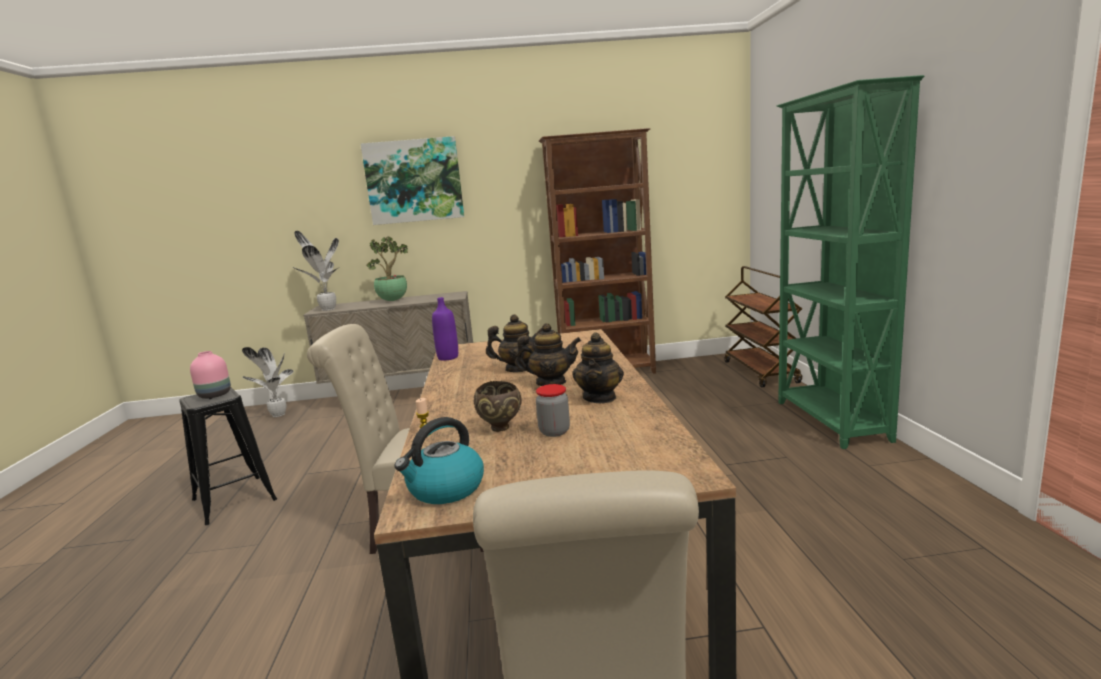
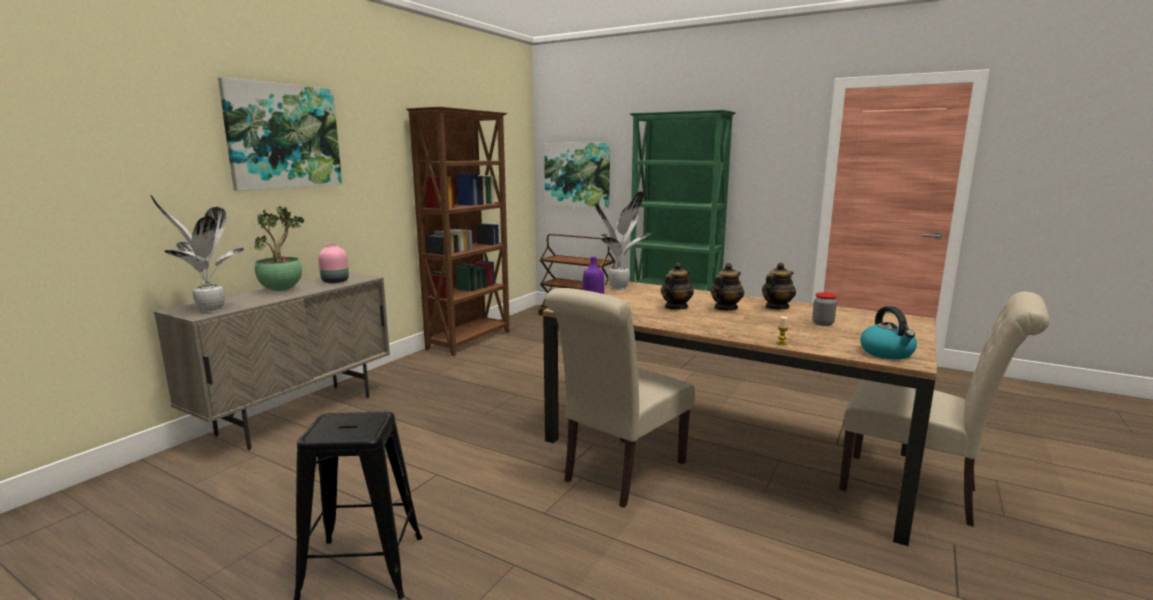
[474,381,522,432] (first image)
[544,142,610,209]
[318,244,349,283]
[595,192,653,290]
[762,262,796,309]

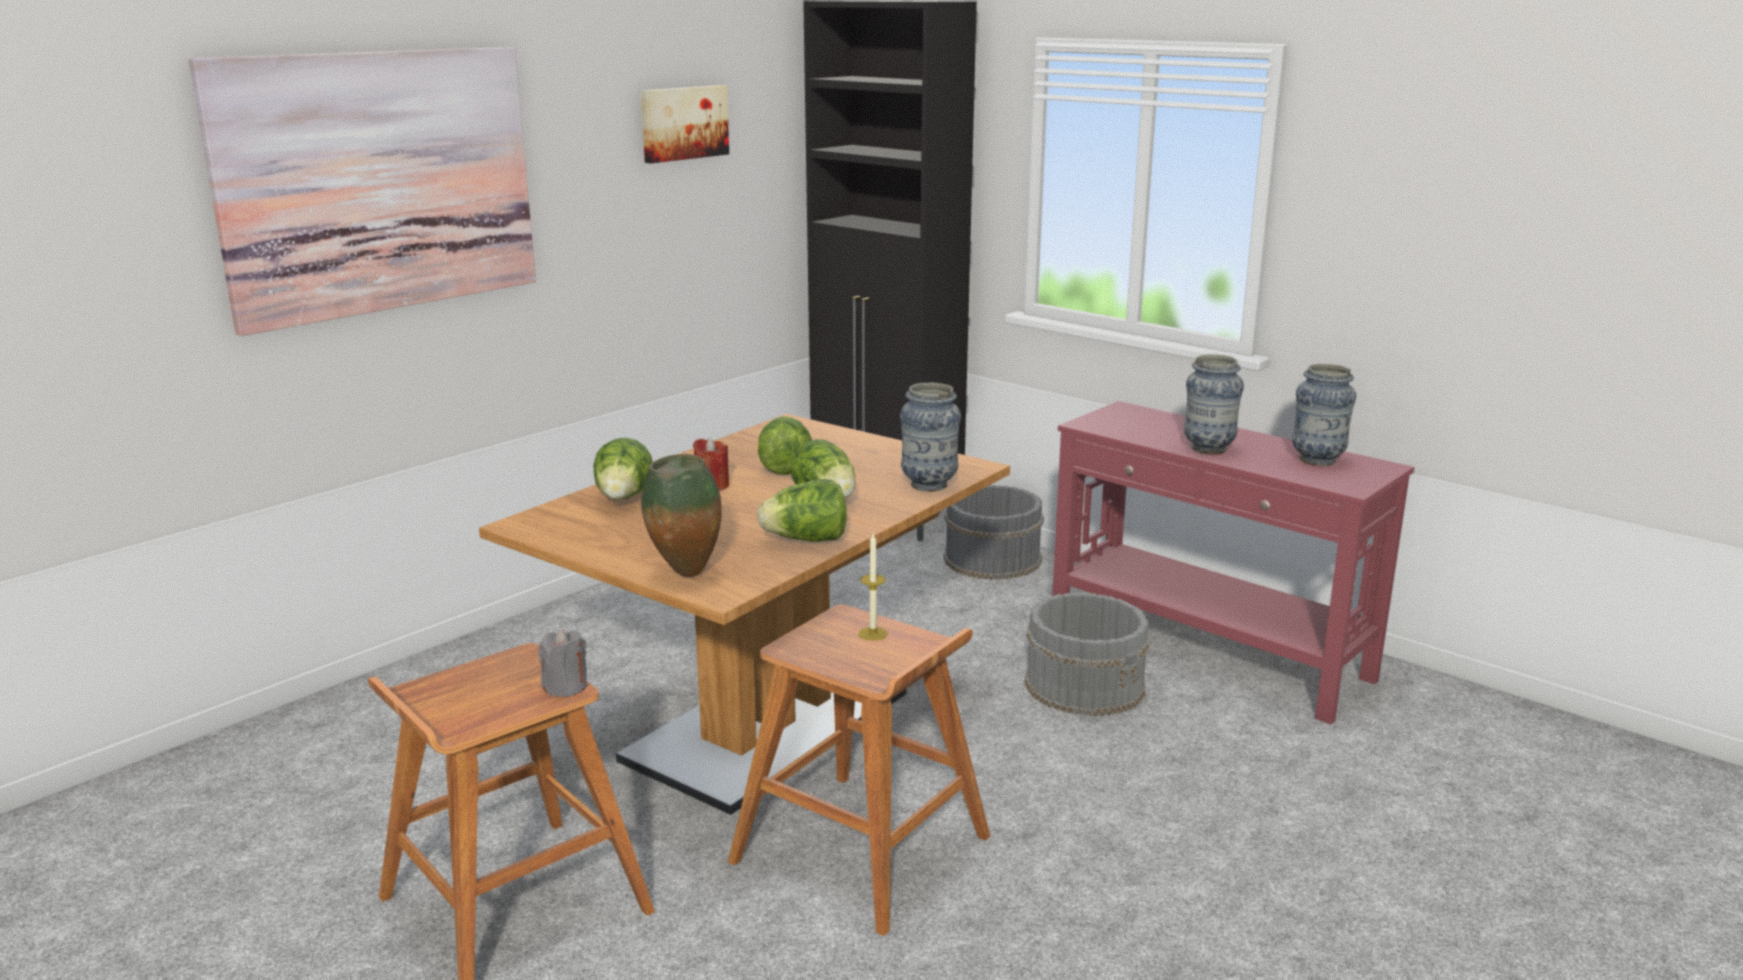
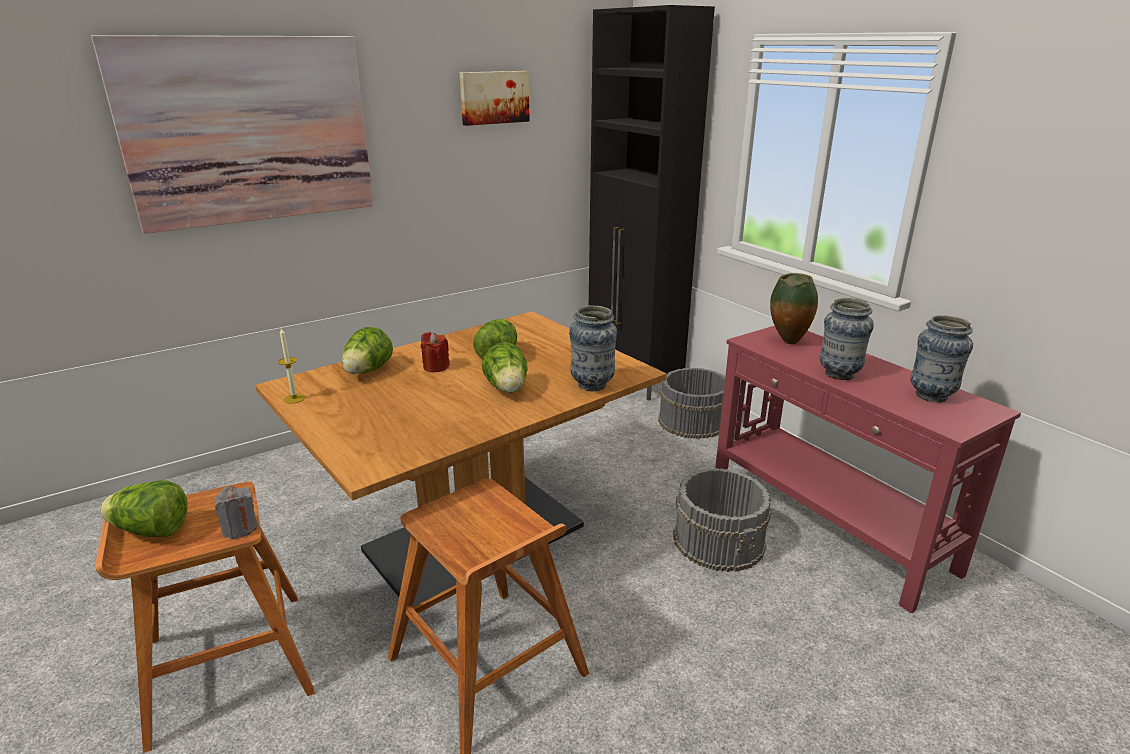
[770,273,818,344]
[100,481,188,537]
[278,328,305,404]

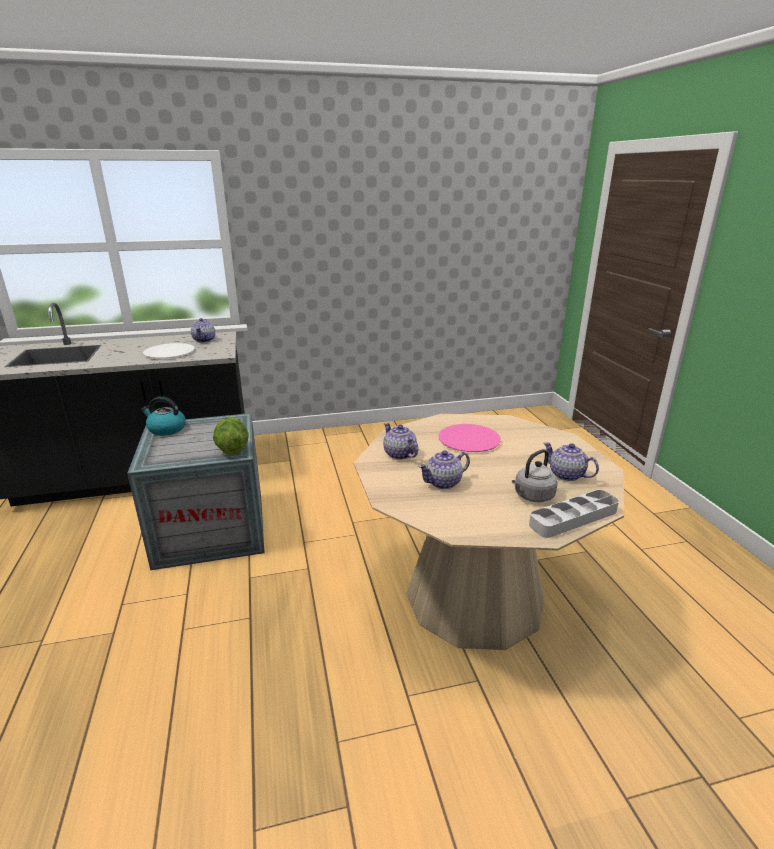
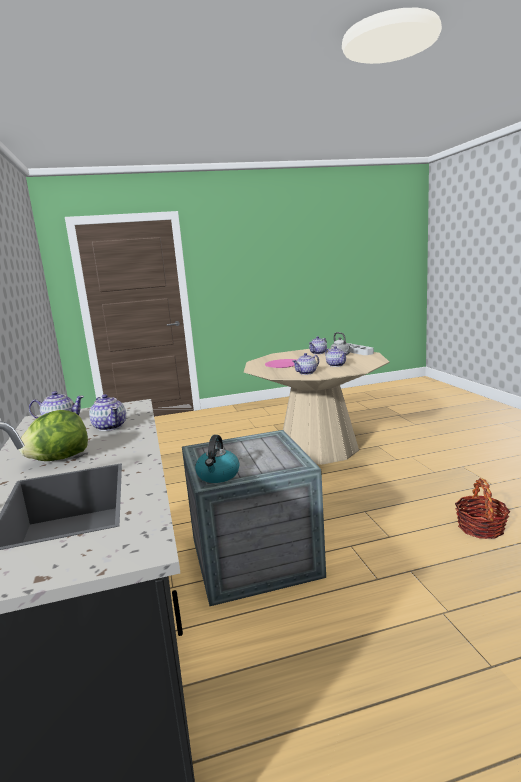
[455,478,510,539]
[19,410,88,461]
[89,394,126,431]

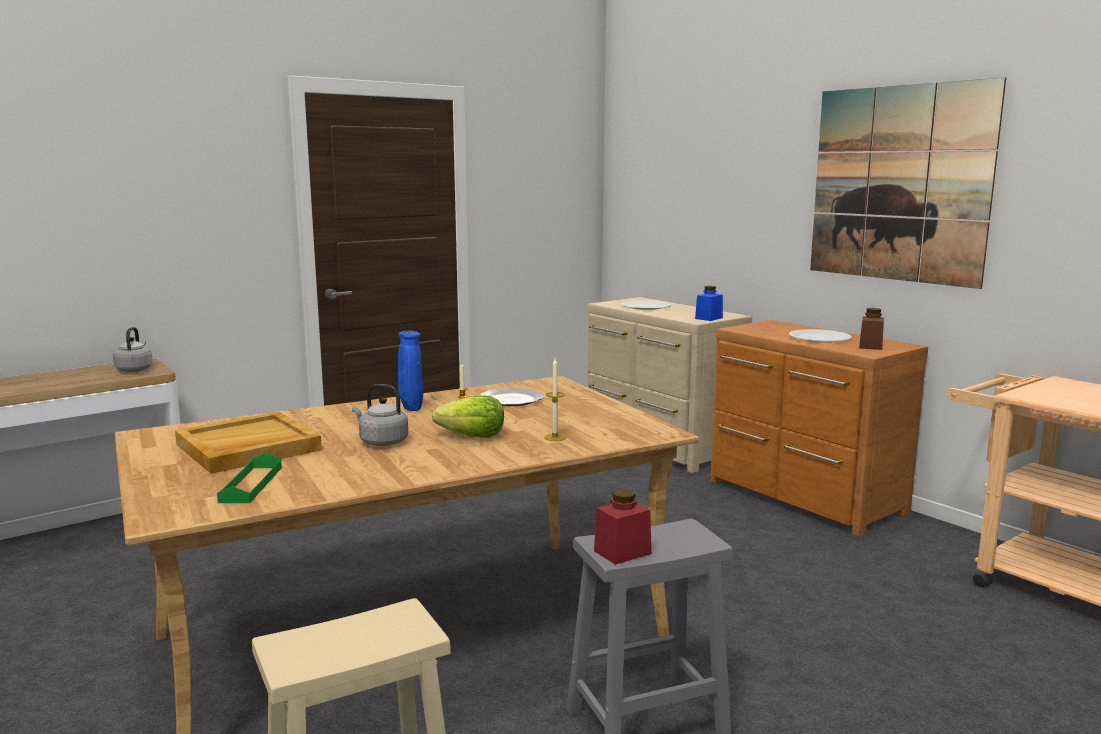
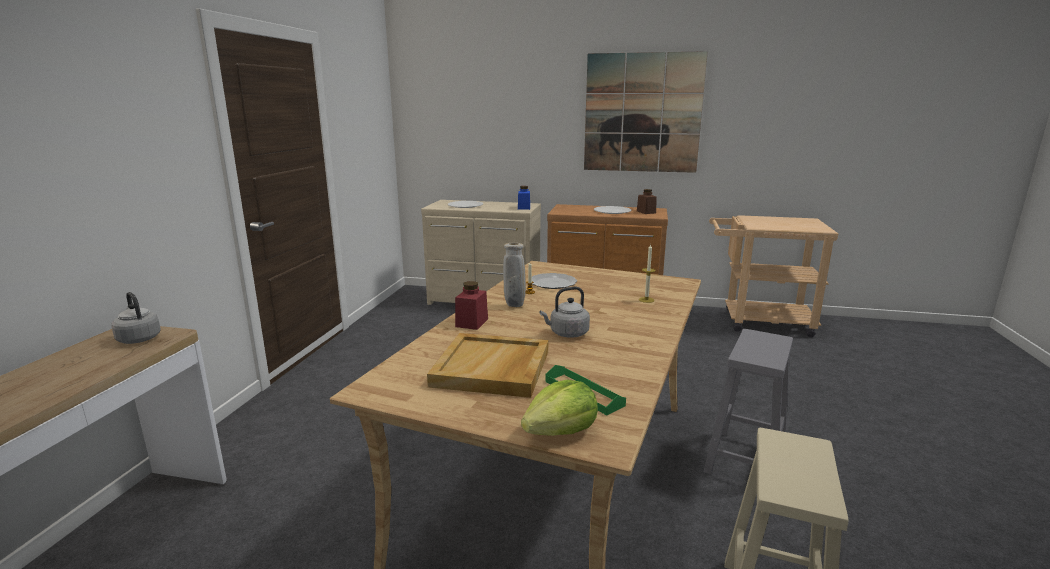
[521,380,598,436]
[455,281,488,330]
[503,243,526,307]

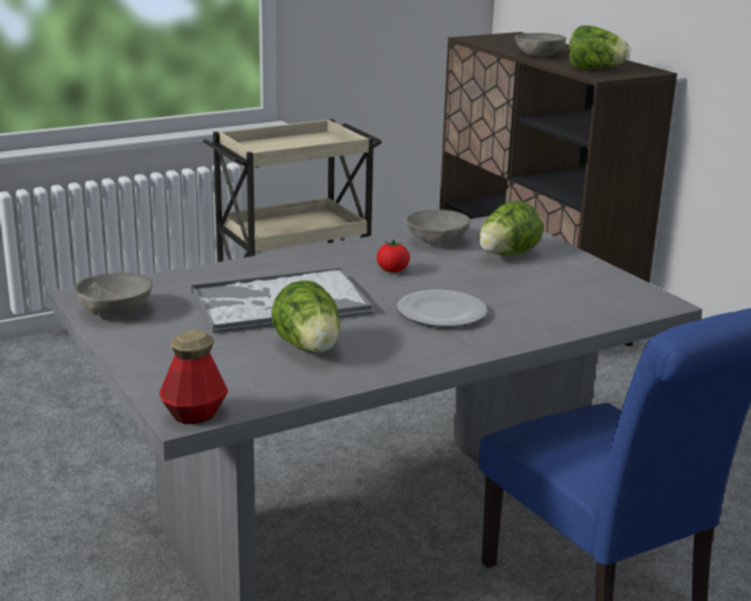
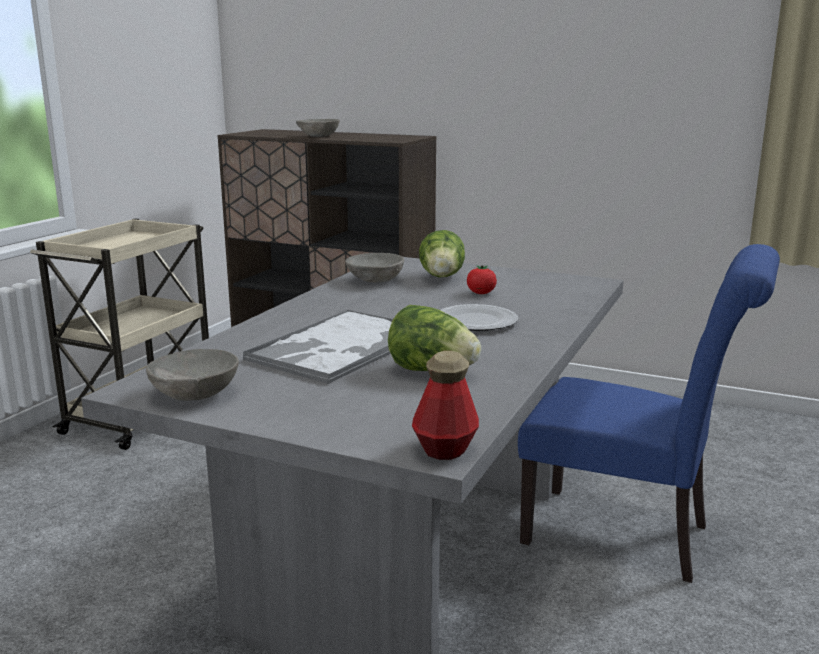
[569,26,630,70] (first image)
[467,265,497,294]

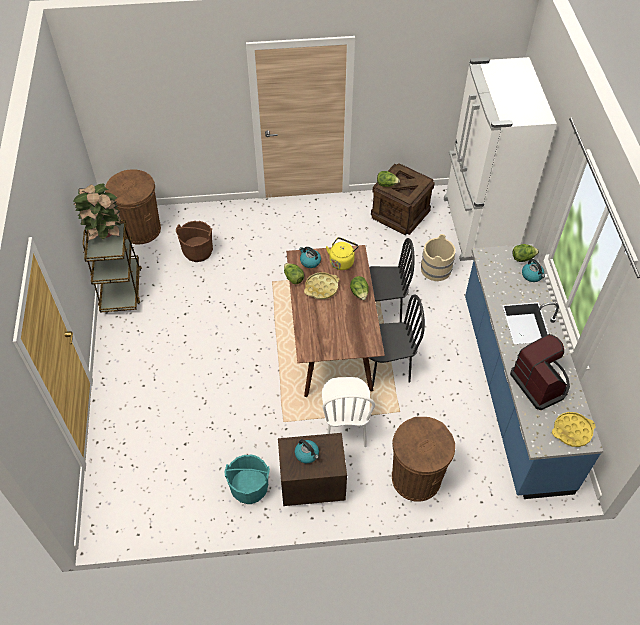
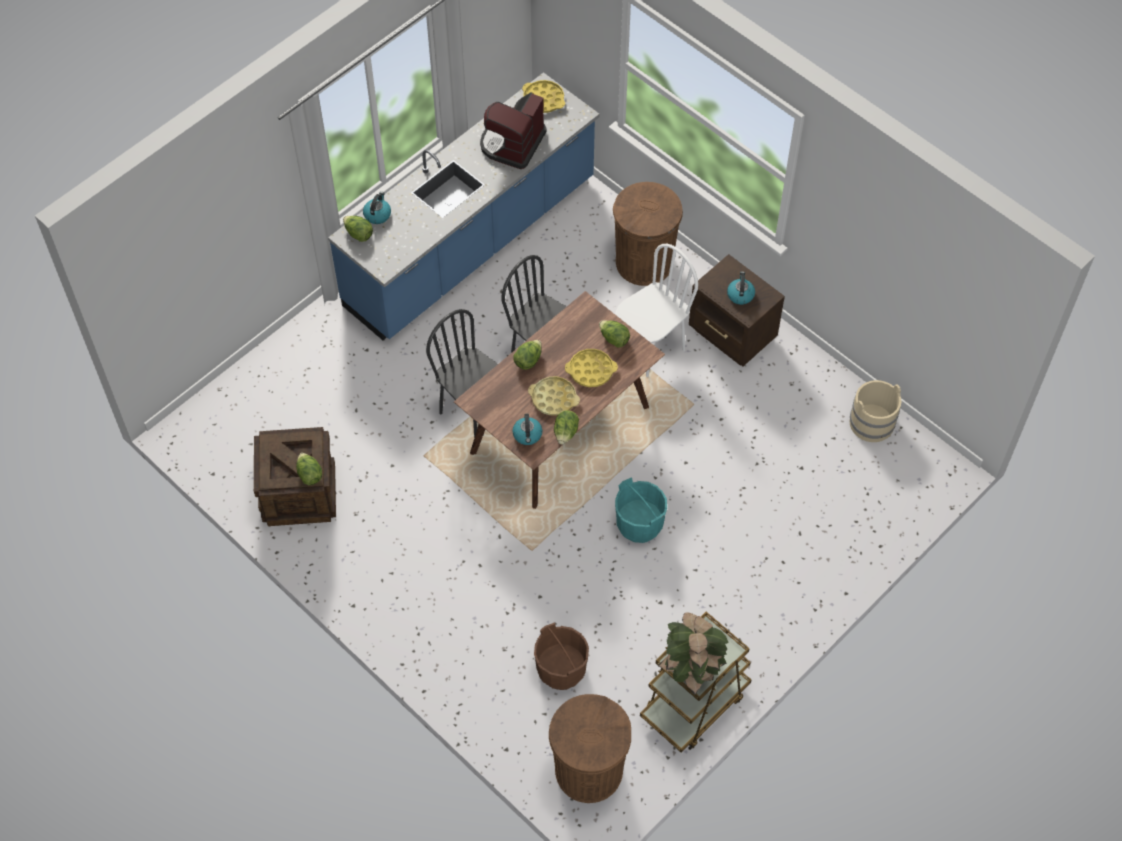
[326,237,358,270] (first image)
[444,57,557,261] (first image)
[565,349,618,387]
[599,320,630,348]
[615,477,667,543]
[850,380,901,442]

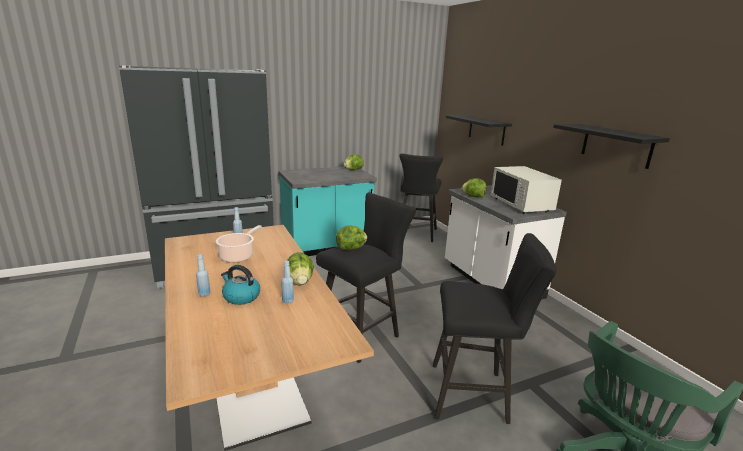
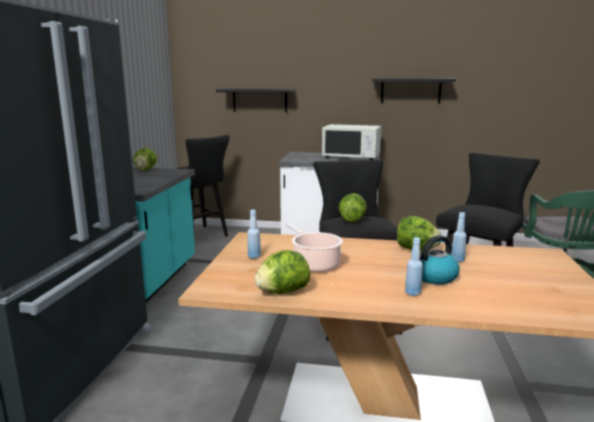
[255,250,310,294]

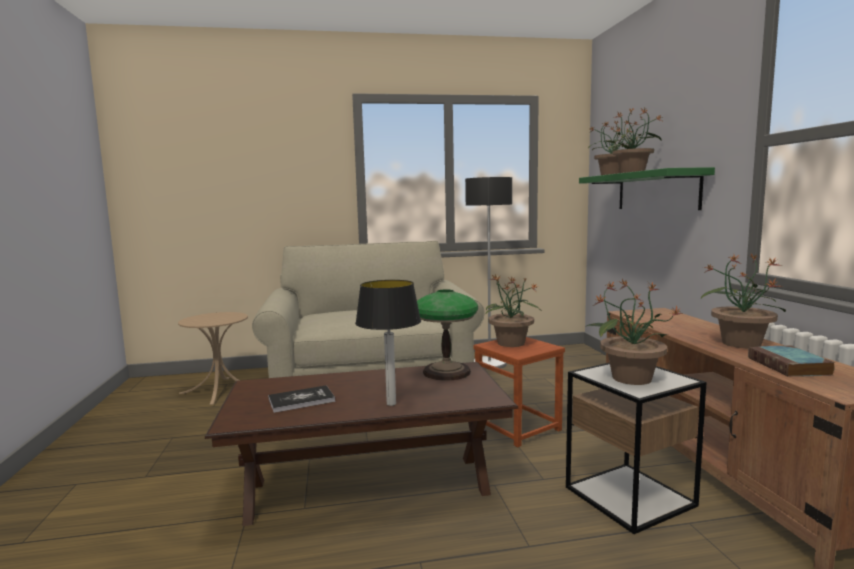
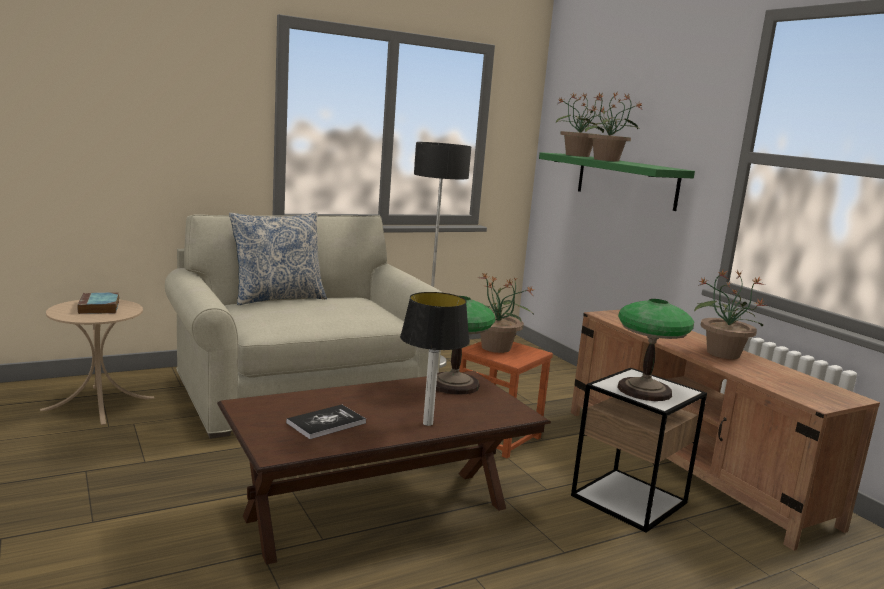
[229,212,327,305]
[77,293,119,314]
[618,299,694,401]

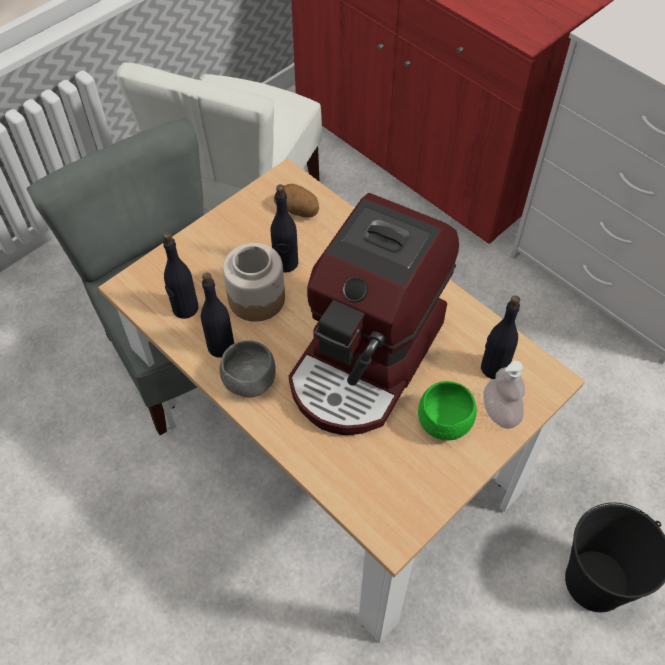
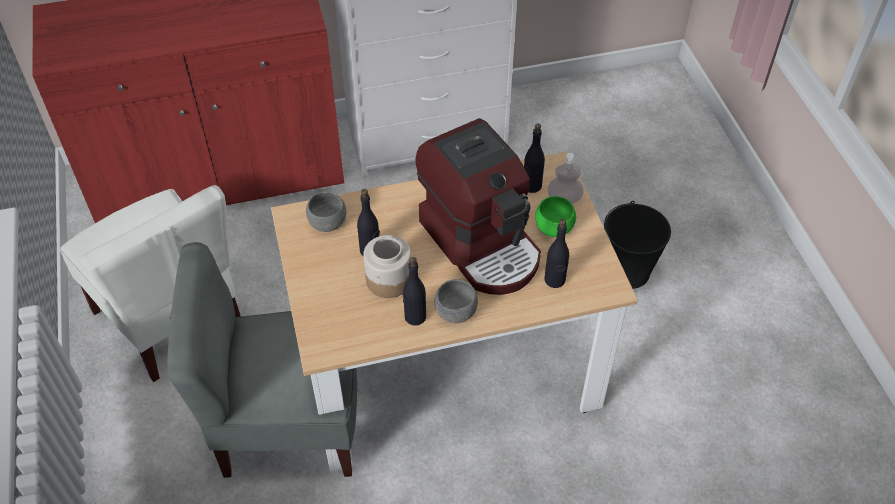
[544,219,569,288]
[306,191,346,232]

